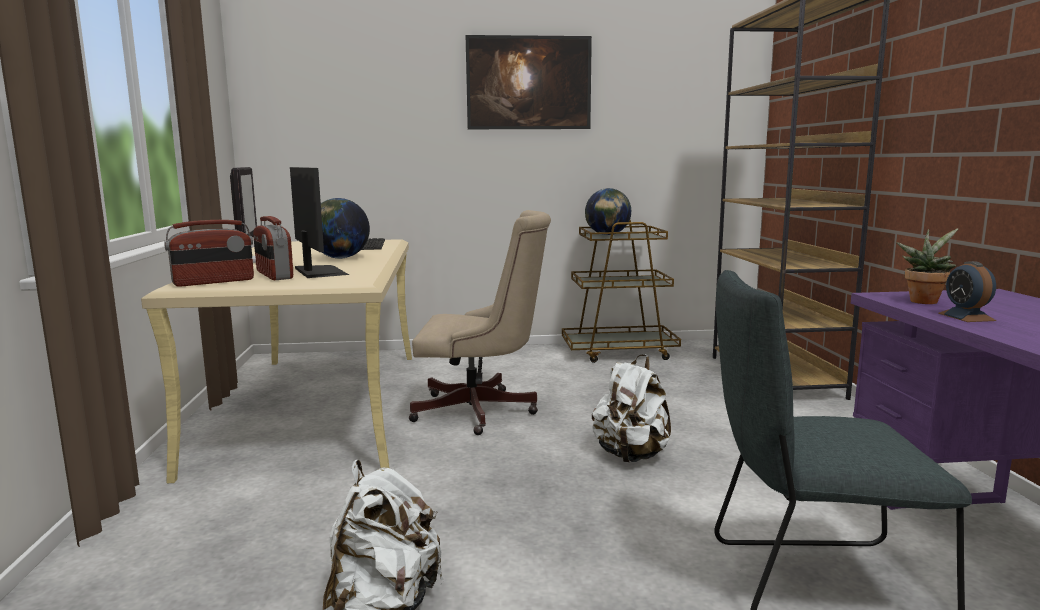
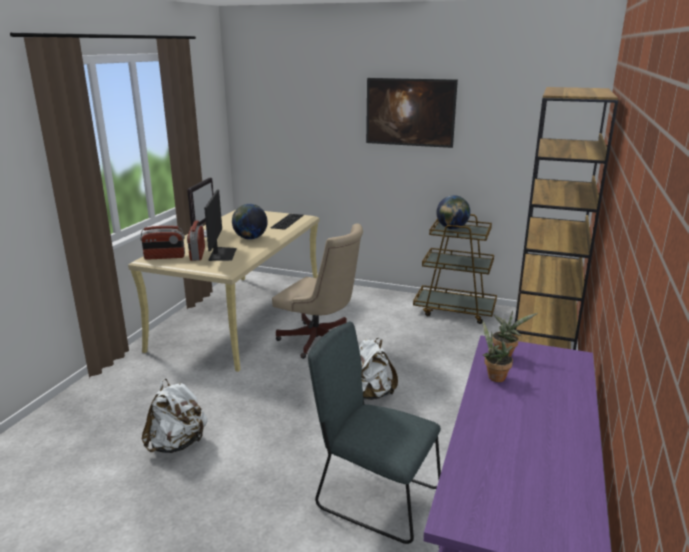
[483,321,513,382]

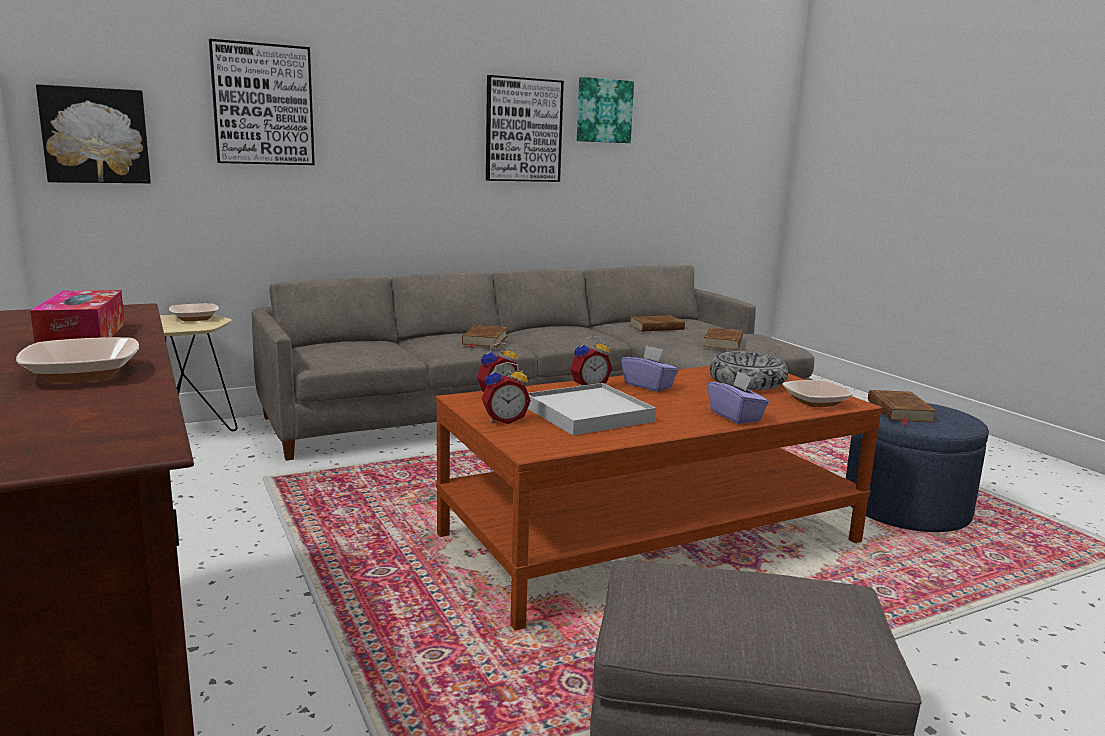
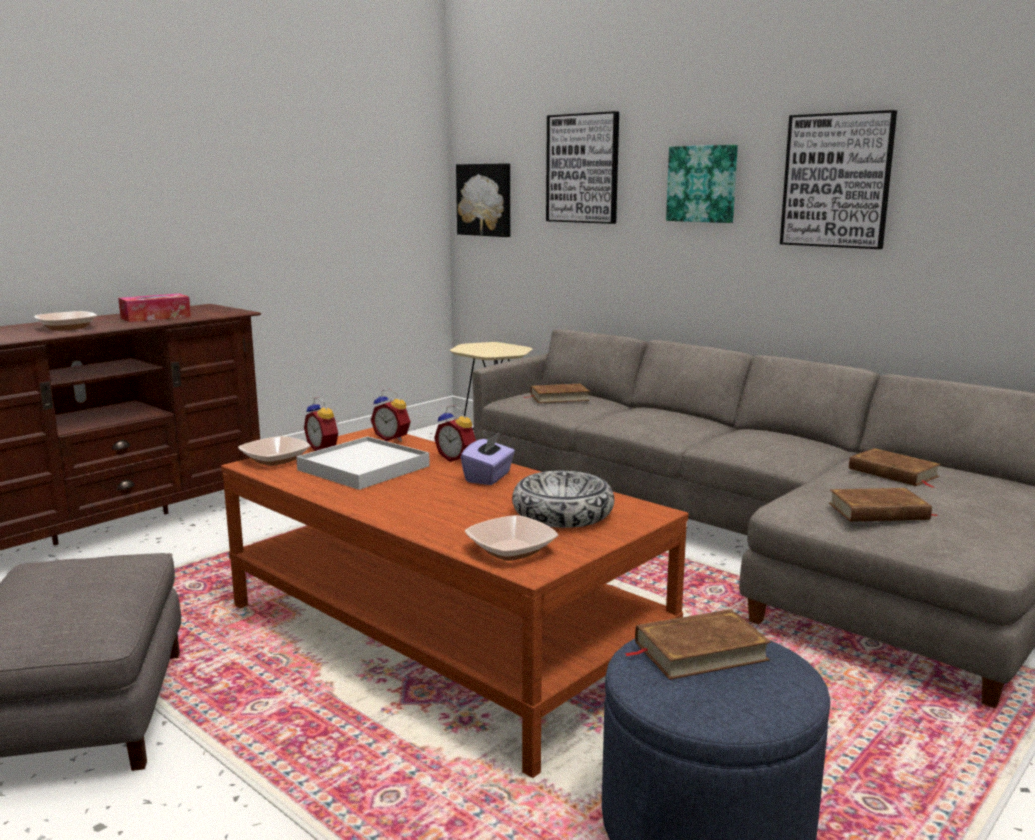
[708,371,769,424] (first image)
[238,436,311,466]
[524,384,590,403]
[666,145,738,223]

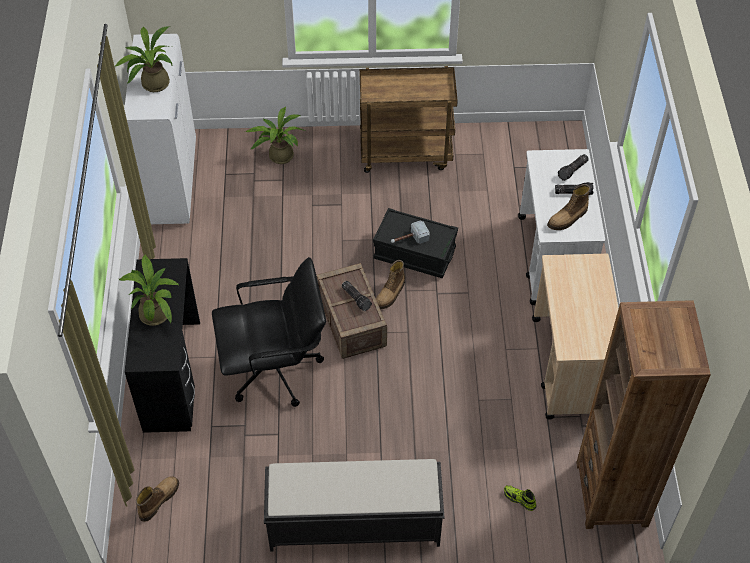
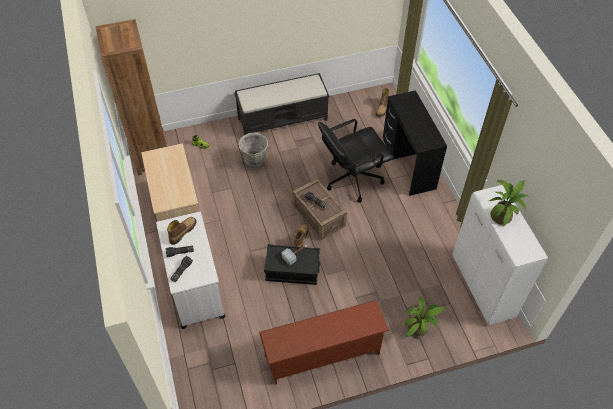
[119,254,180,326] (first image)
[238,133,269,169]
[259,300,389,385]

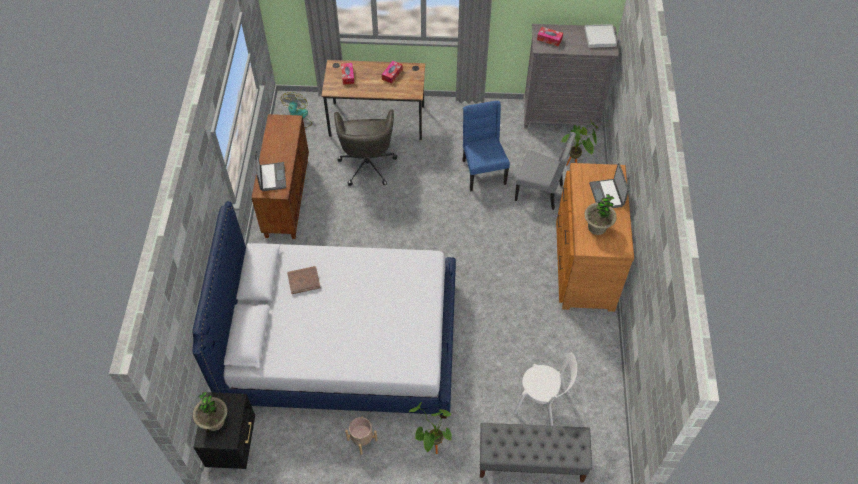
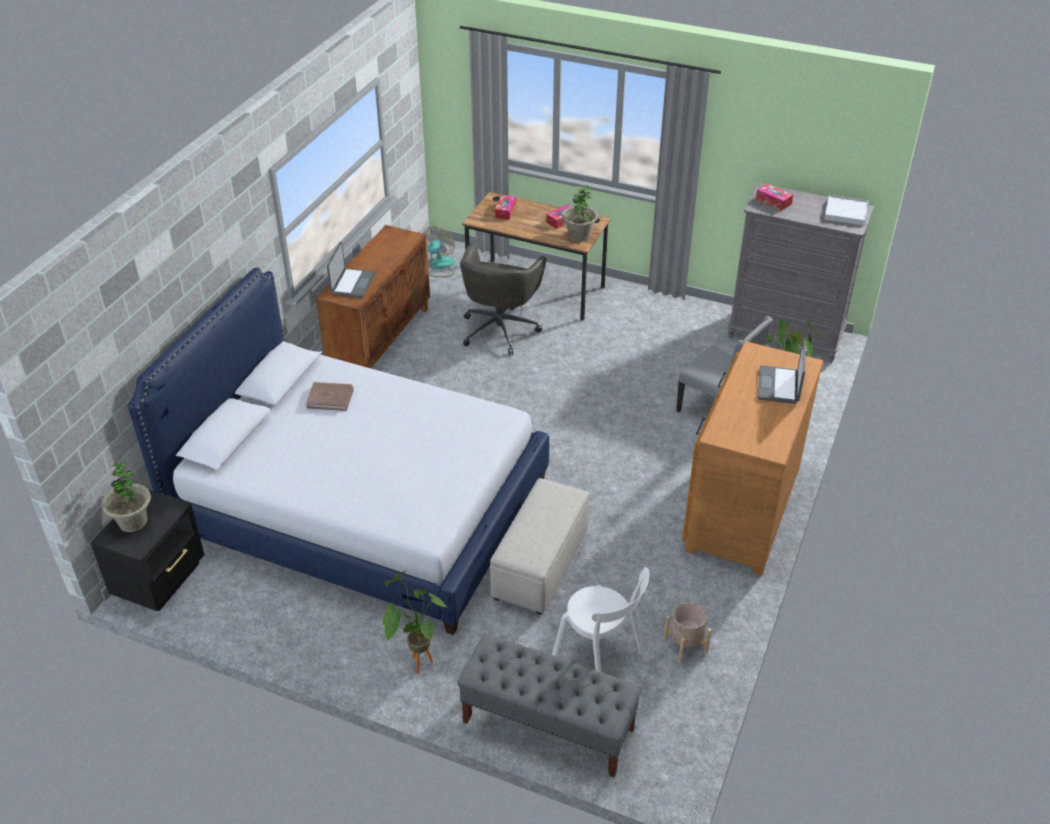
[462,101,510,191] (first image)
[490,478,590,615]
[663,602,712,663]
[561,185,598,242]

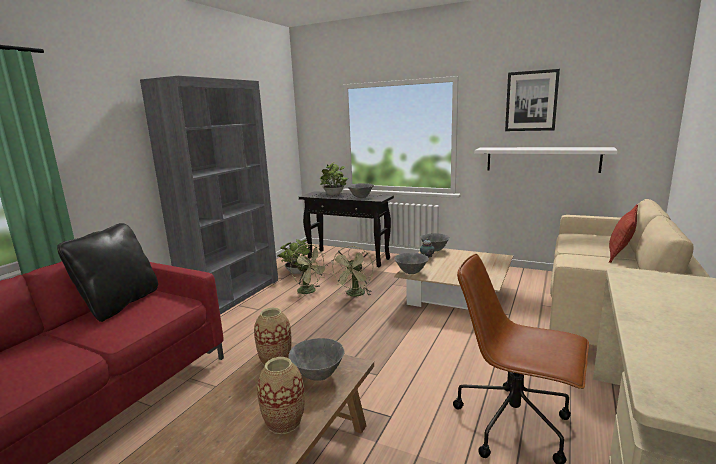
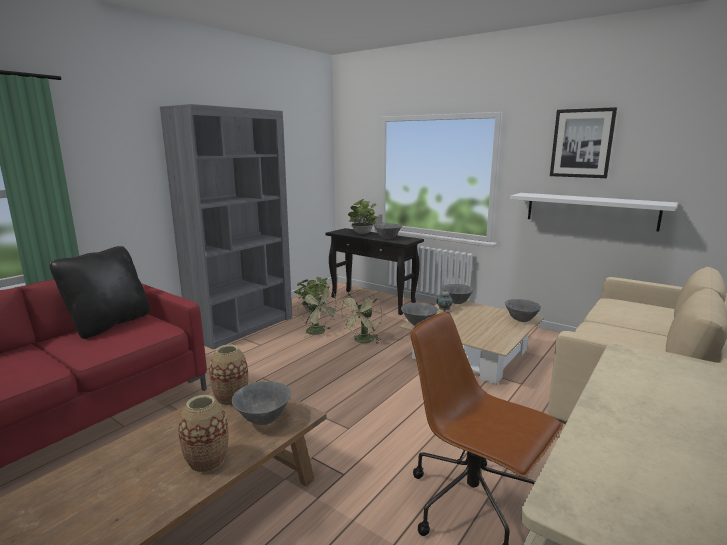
[609,204,638,263] (first image)
[505,299,541,322]

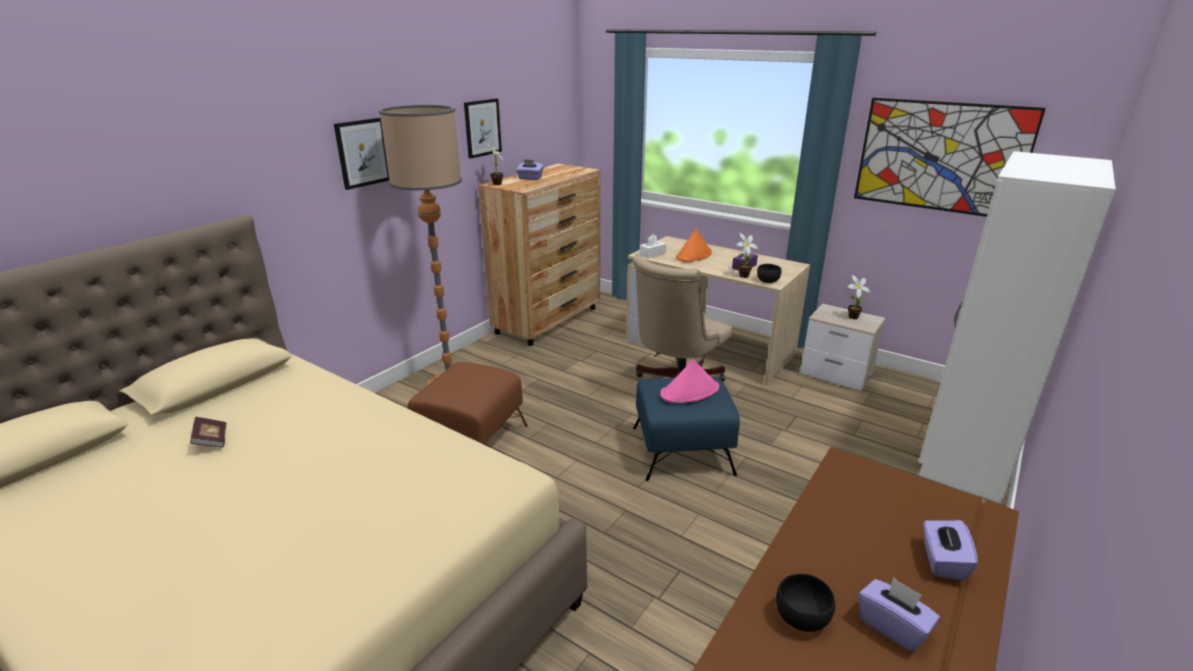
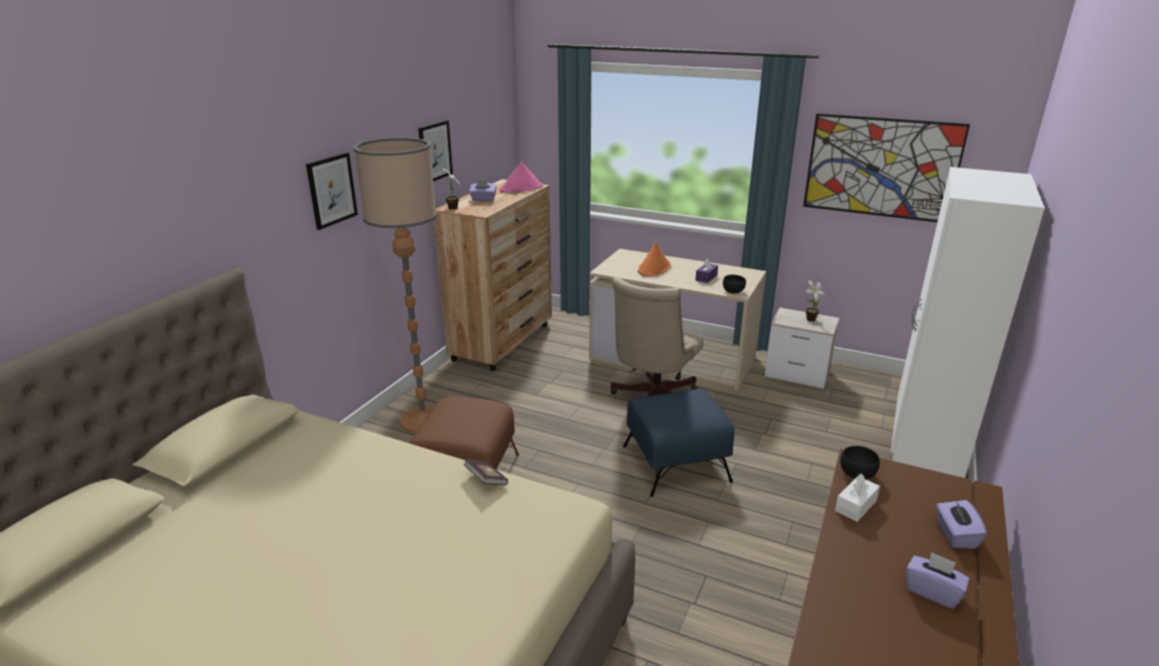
[737,233,759,278] (first image)
[463,459,508,485]
[835,474,880,522]
[500,162,543,193]
[840,446,880,479]

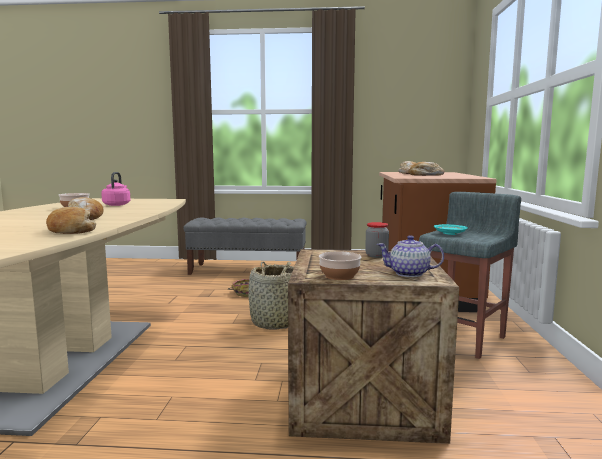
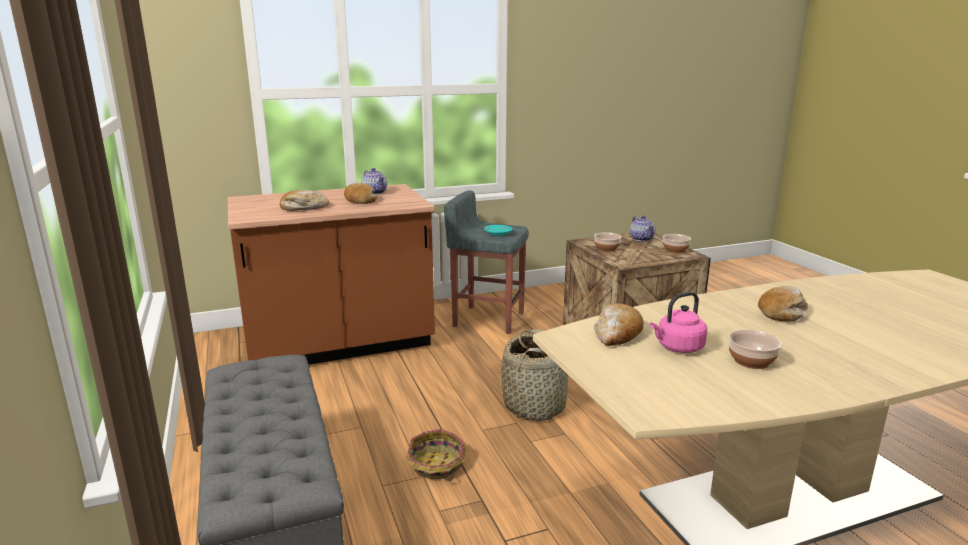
[361,168,387,195]
[594,303,644,346]
[594,232,621,252]

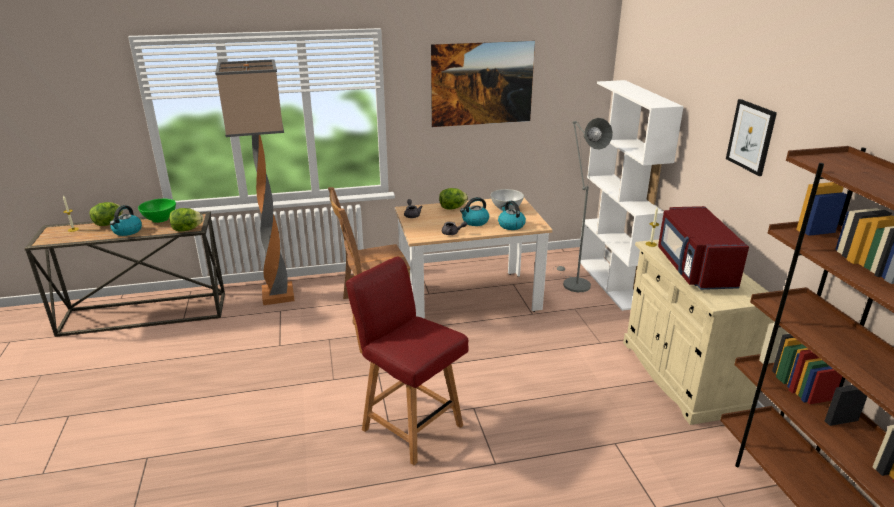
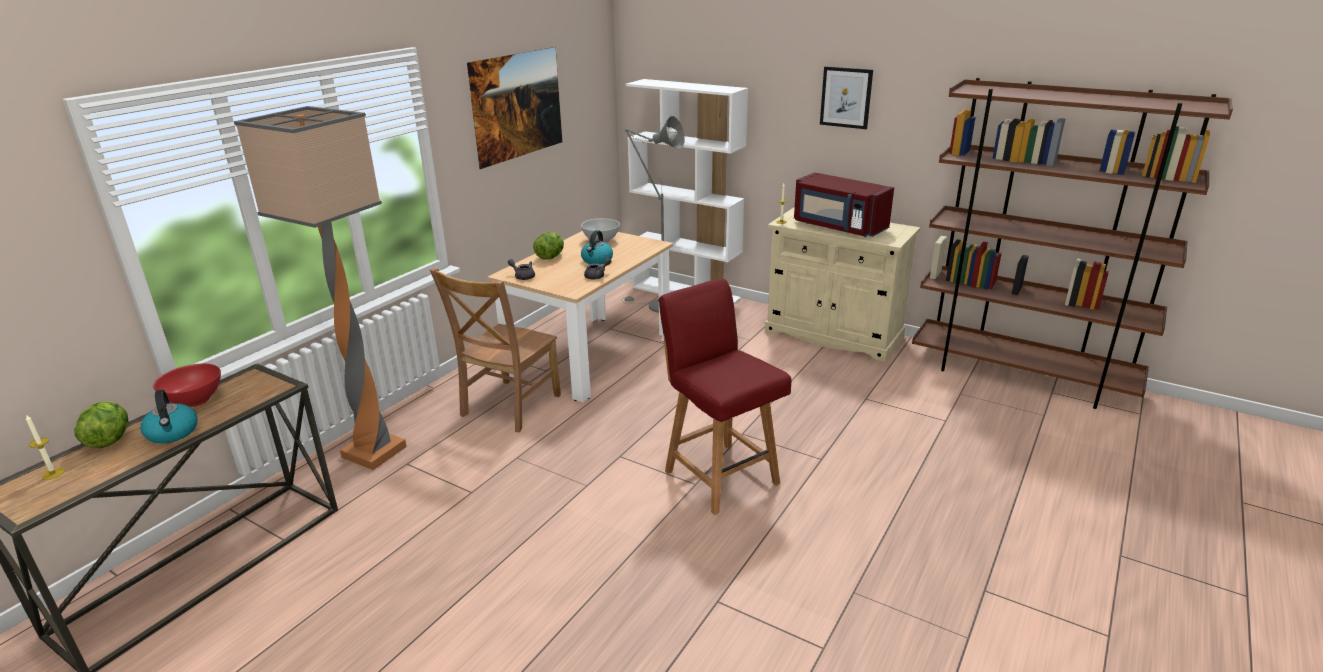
[169,208,203,232] (first image)
[498,201,526,230] (first image)
[153,364,221,407]
[658,278,792,515]

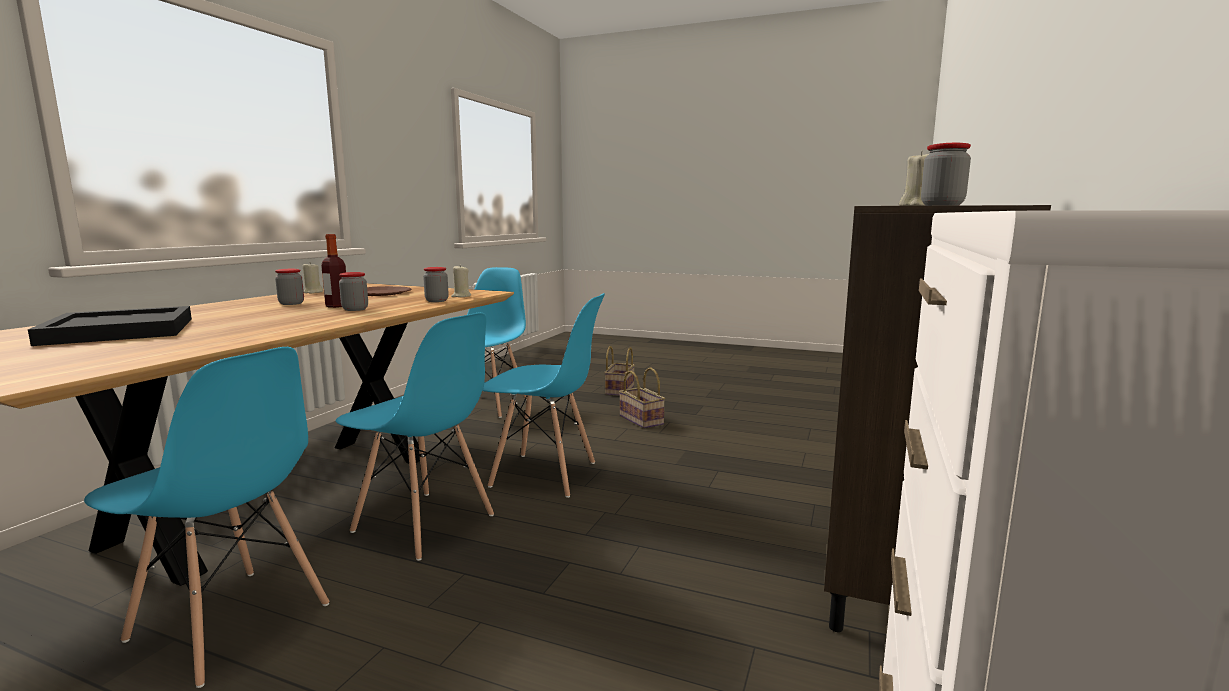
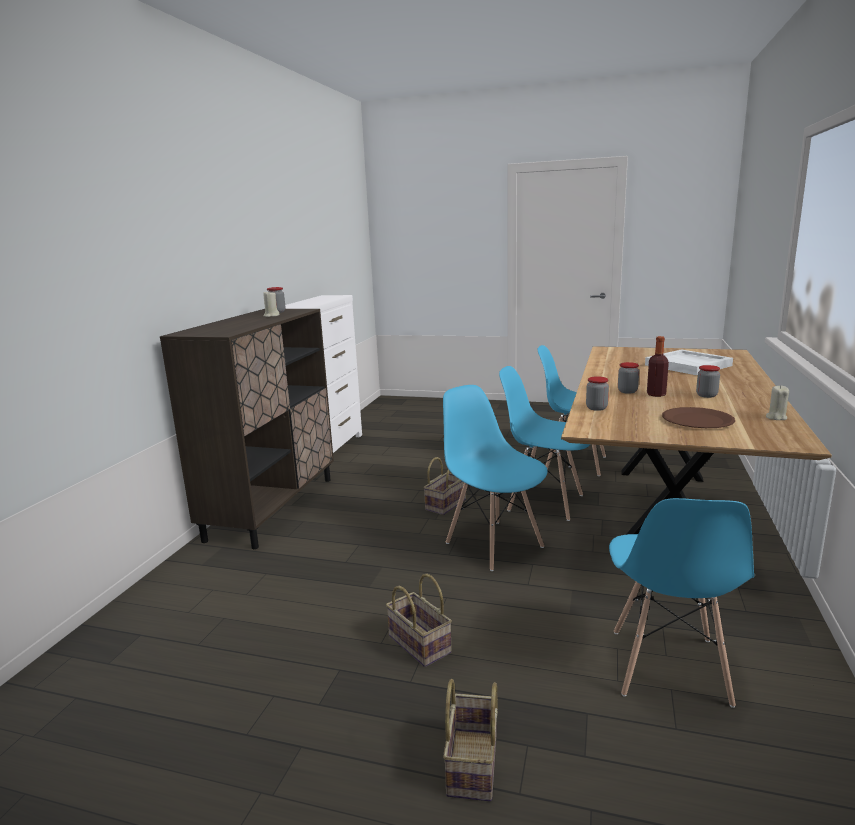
[451,265,471,297] (first image)
[424,457,466,515]
[645,349,733,375]
[443,385,548,571]

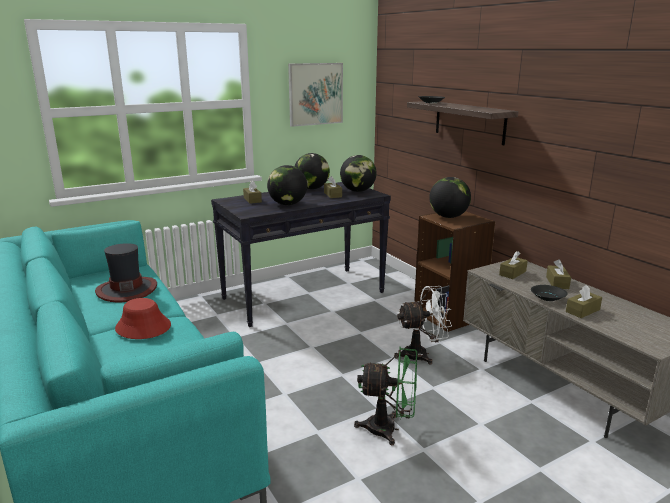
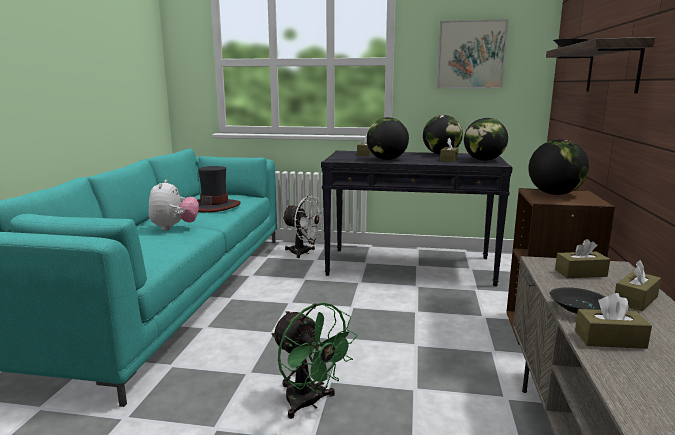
[282,196,324,258]
[148,179,199,230]

